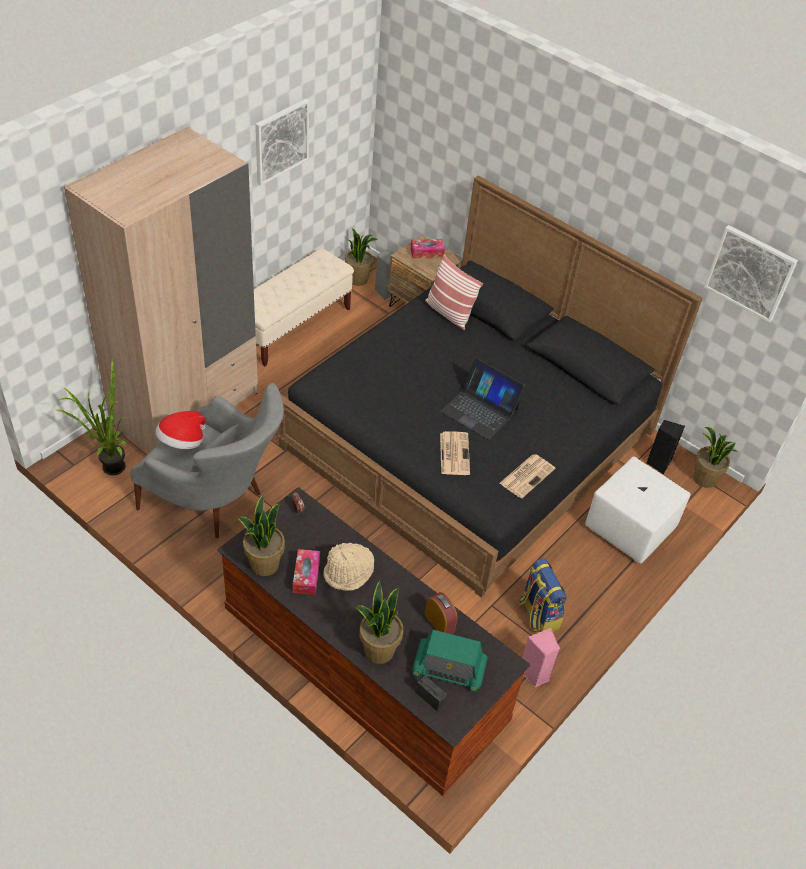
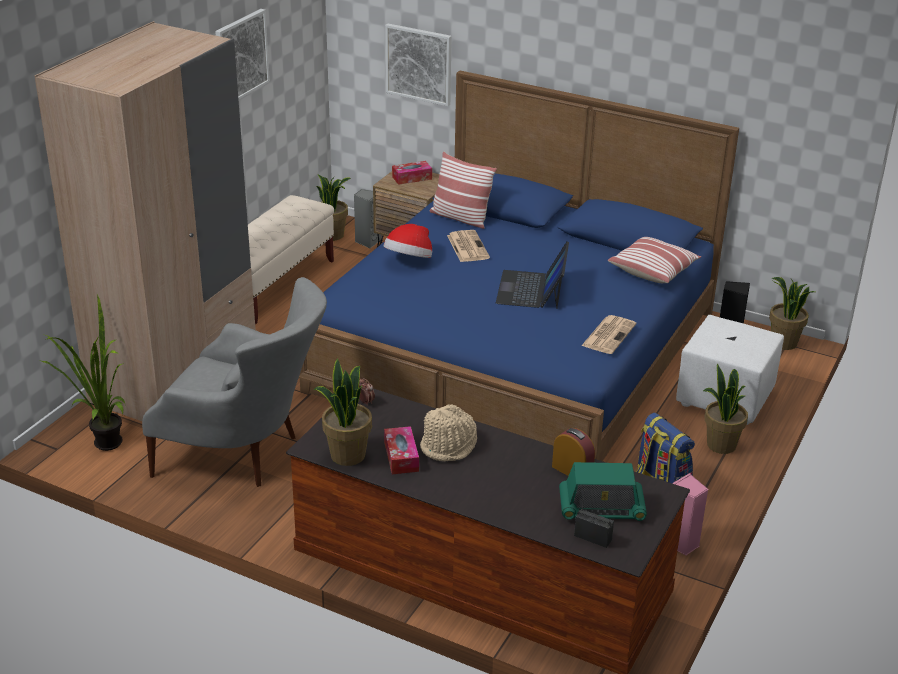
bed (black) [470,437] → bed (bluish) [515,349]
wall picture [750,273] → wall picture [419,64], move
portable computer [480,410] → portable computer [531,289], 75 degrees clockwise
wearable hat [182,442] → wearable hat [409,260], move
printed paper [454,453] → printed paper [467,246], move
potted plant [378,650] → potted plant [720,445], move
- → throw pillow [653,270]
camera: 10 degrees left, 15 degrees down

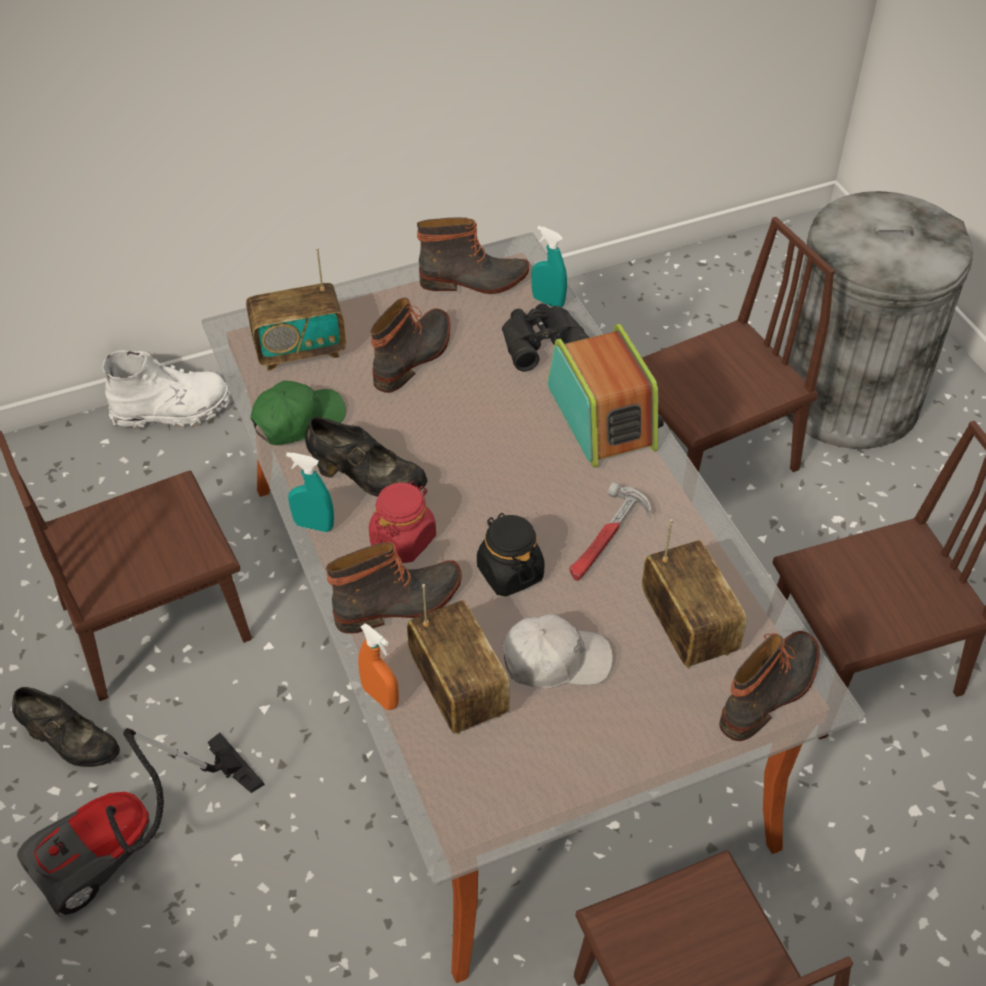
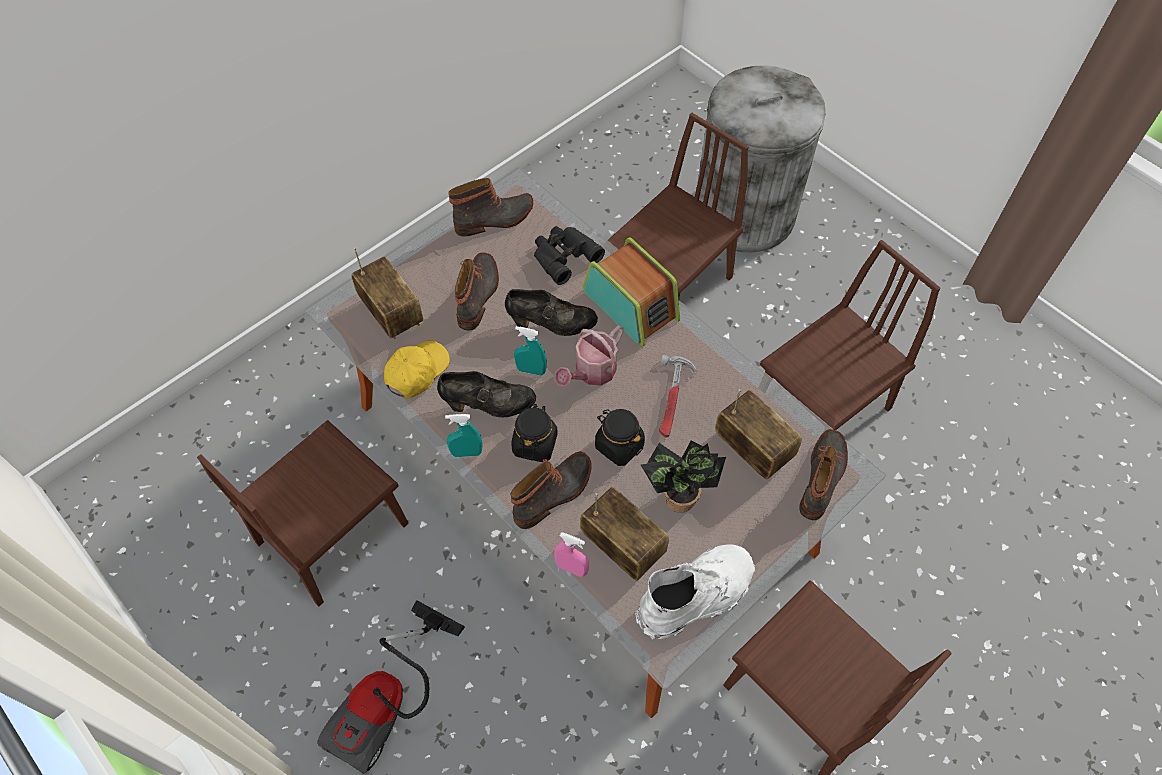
sprayer (turquoise) [548,301] → sprayer (turquoise) [531,370], move
radio set [300,350] → radio set [391,314], 90 degrees counterclockwise
boot (white-coloured) [172,411] → boot (white-coloured) [696,596], move
cap (green) [298,420] → cap (yellow-coloured) [416,372]
storage jar (reddish) [403,540] → storage jar (black) [535,444]
cap (white-coloured) [555,660] → potted plant [676,501]
sprayer (orange) [380,697] → sprayer (pink) [571,568]
shoe (black) [71,743] → shoe (black) [551,324], move
- → watering can [591,372]
camera: 20 degrees left, 10 degrees up

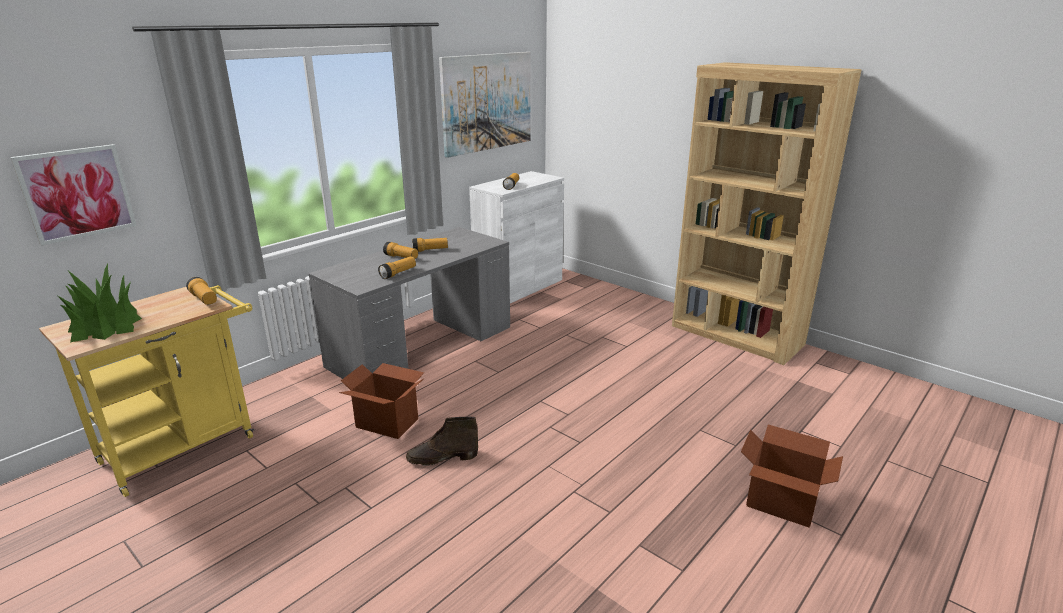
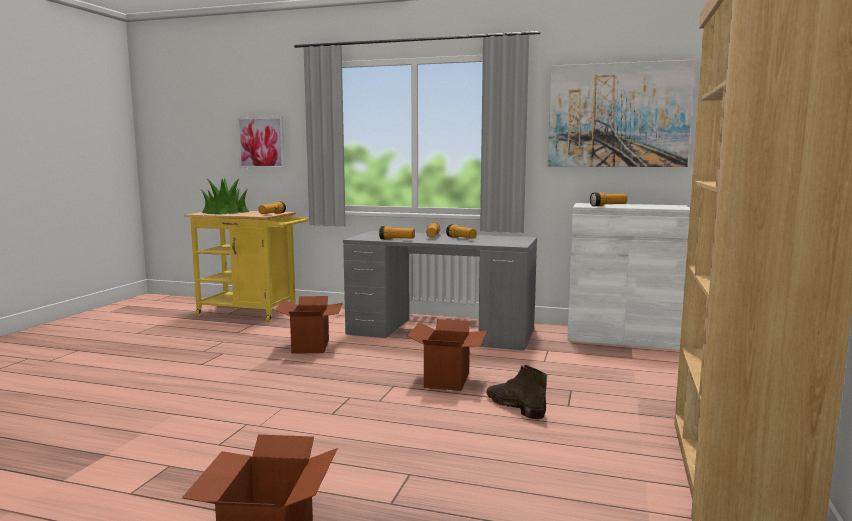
boot (brownish) [441,457] → boot (brownish) [514,406], move
- → carton [448,380]
camera: 65 degrees right, 15 degrees down

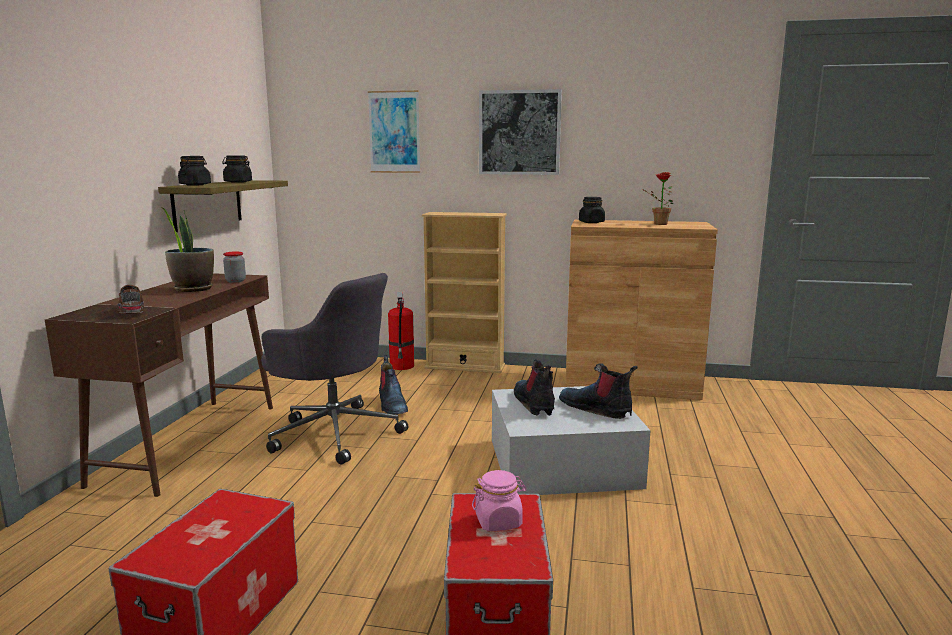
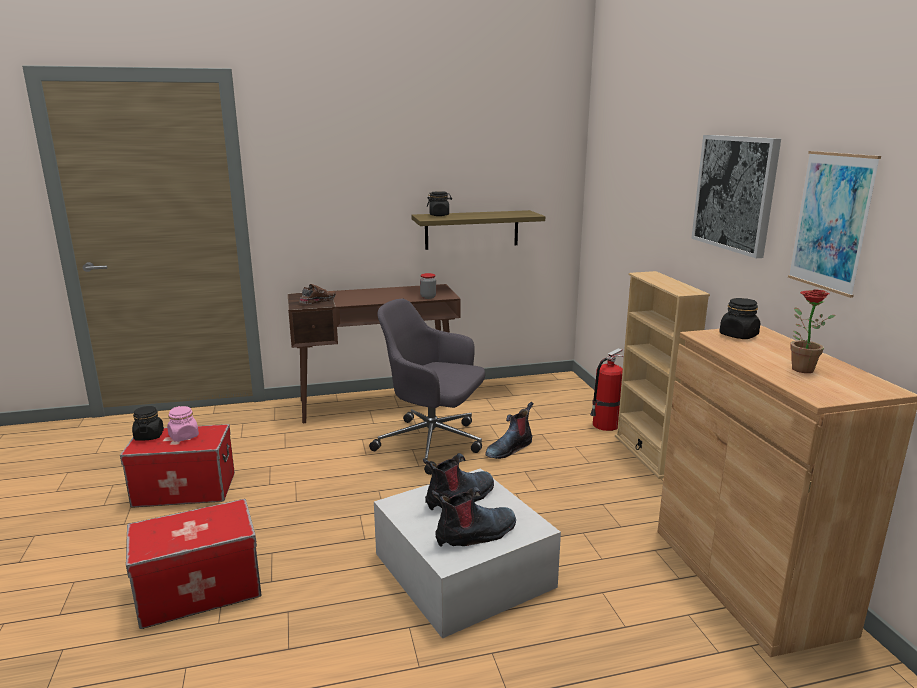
wall picture [394,132] → wall picture [831,222], move
storage jar (black) [237,182] → storage jar (black) [149,436], move
potted plant [193,289] → -
computer chair (gray) [334,433] → computer chair (gray) [433,443], 105 degrees clockwise
boot [596,409] → boot [475,534], 45 degrees clockwise
storage jar (pink) [498,521] → storage jar (pink) [184,436], move
camera: 65 degrees right, 5 degrees up

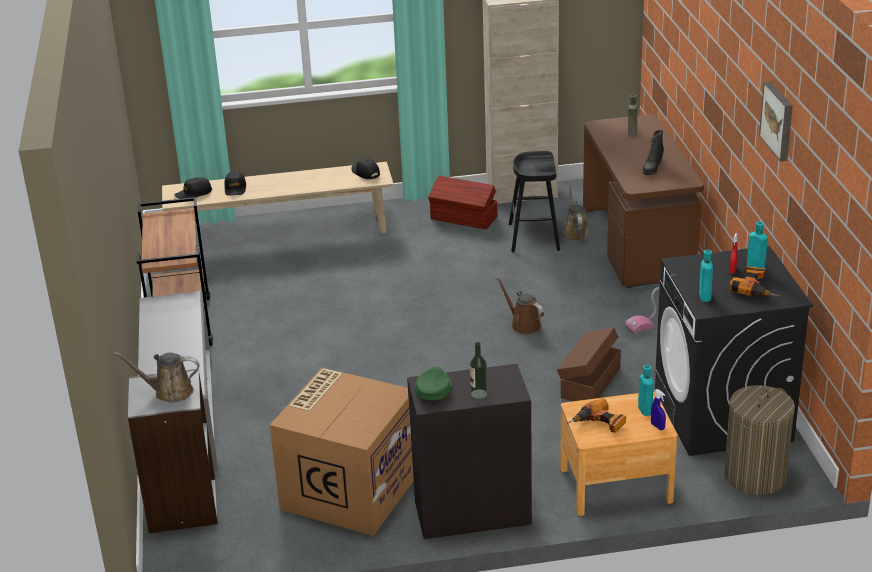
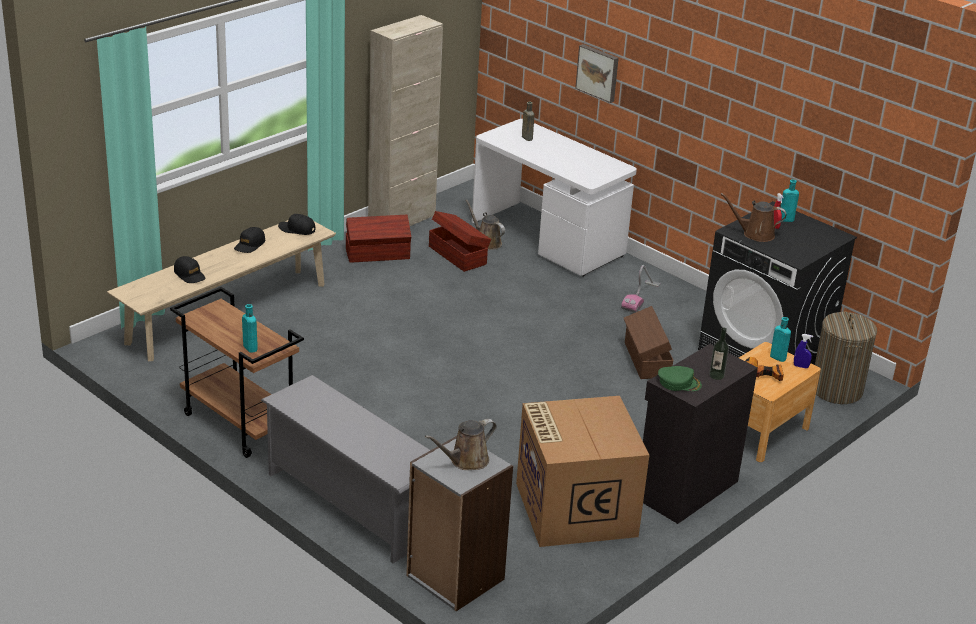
wall picture [779,120] → wall picture [598,72], move
desk table (brownish) [638,245] → desk table (white-coloured) [548,239]
boot (black) [652,168] → -
sitting stool (black) [534,237] → storage container (brownish) [458,255]
cap (black) [193,193] → cap (black) [249,245], move
bottle (turquoise) [704,296] → bottle (turquoise) [249,347], move
electric drill [755,288] → -
watering can (brownish) [523,324] → watering can (brownish) [755,234], move
cap (green) [433,388] → cap (green) [679,383], 120 degrees clockwise
camera: 40 degrees left, 0 degrees up

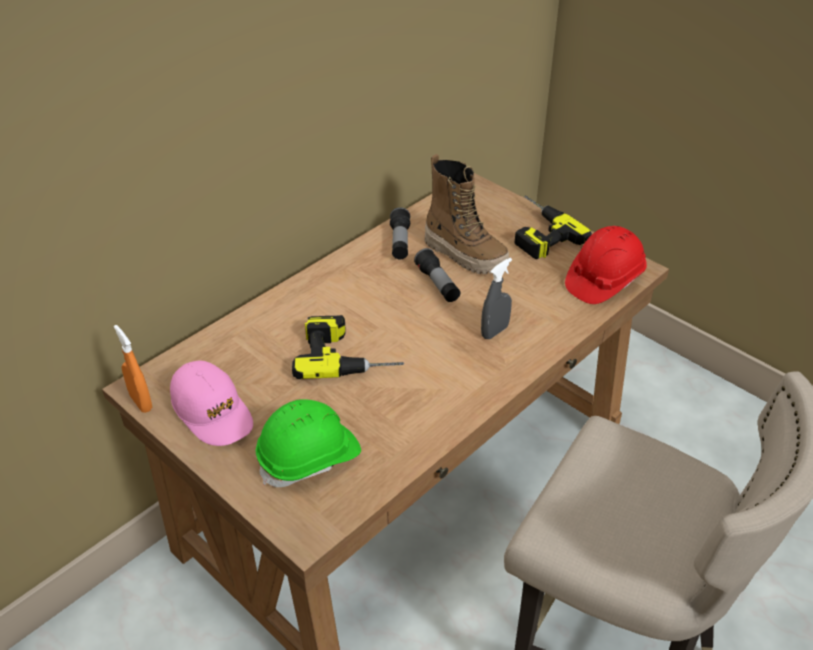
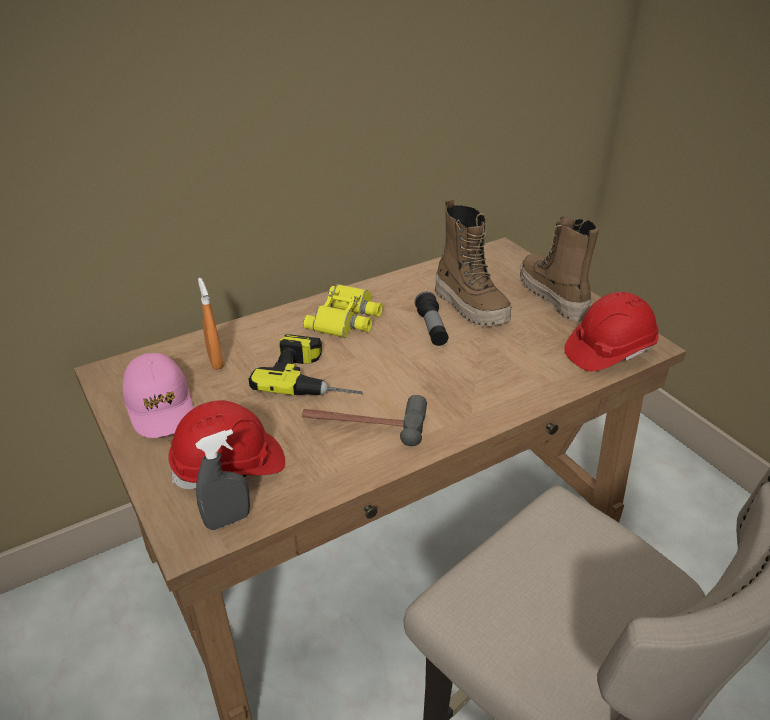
electric drill [536,231] → boot [552,297]
hand torch [400,242] → -
sprayer (gray) [494,331] → sprayer (gray) [228,520], move
sprayer (orange) [141,402] → sprayer (orange) [215,361], move
safety helmet (green) [309,458] → safety helmet (reddish) [229,467]
- → pair of binoculars (yellow-coloured) [347,318]
- → hammer [364,424]
camera: 15 degrees right, 5 degrees down

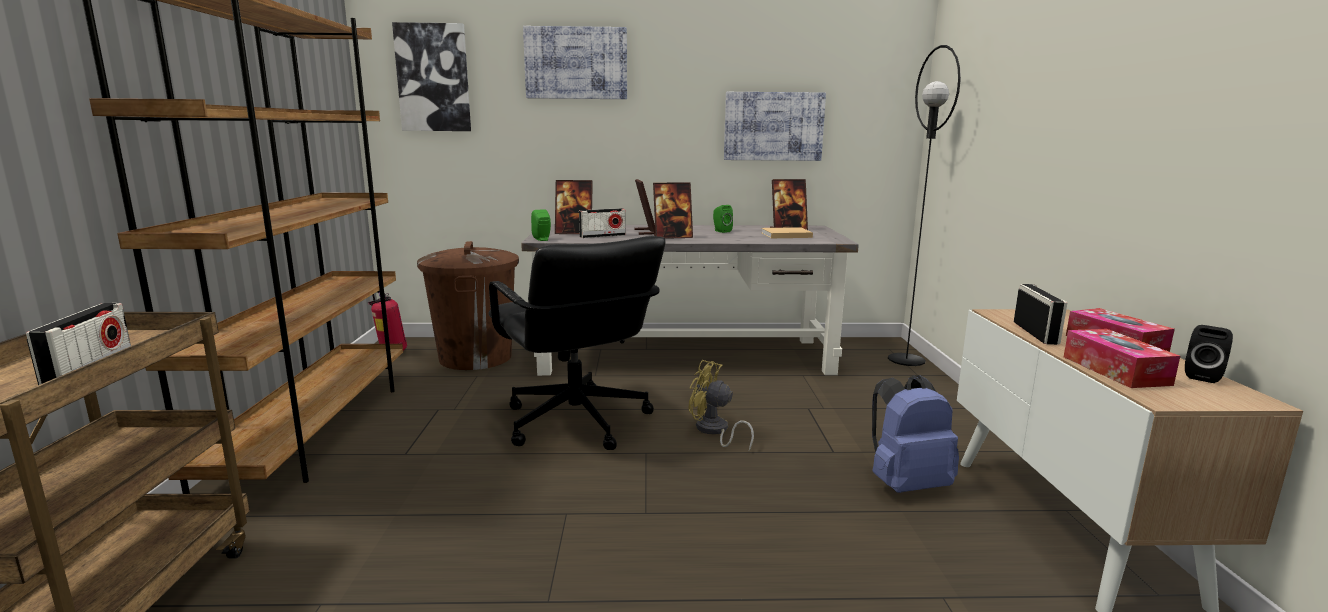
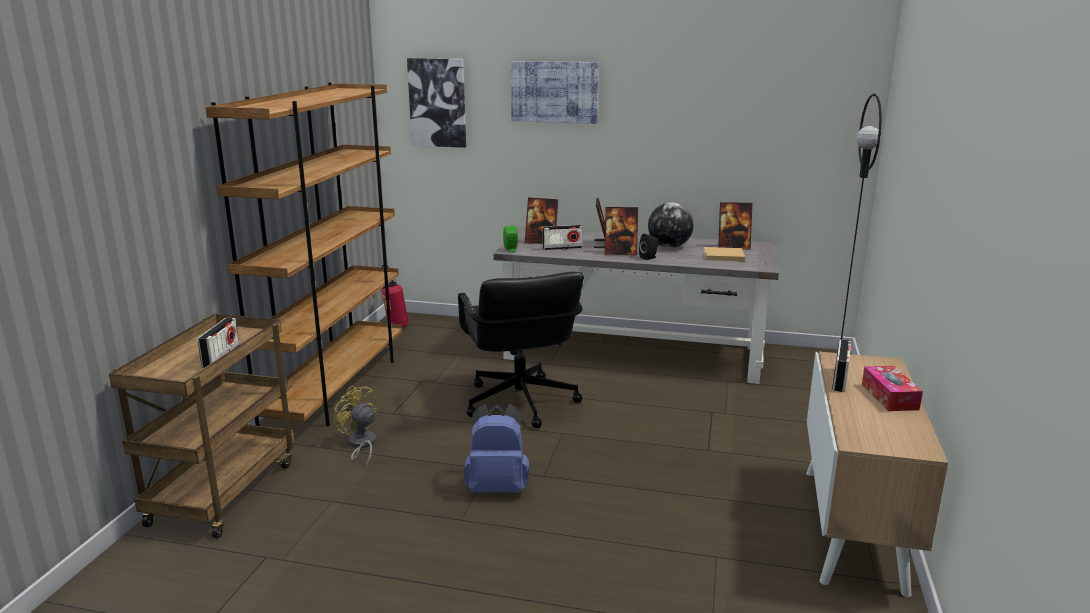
wall picture [773,126] → -
loudspeaker (green) [721,231] → world globe [669,247]
trash can (brownish) [476,357] → -
loudspeaker (black) [1203,376] → loudspeaker (black) [649,257], move
tissue box [1115,370] → -
cooling fan (yellow-coloured) [714,431] → cooling fan (yellow-coloured) [361,445], move
backpack (bluish) [906,484] → backpack (bluish) [498,487], move
camera: 15 degrees right, 5 degrees up

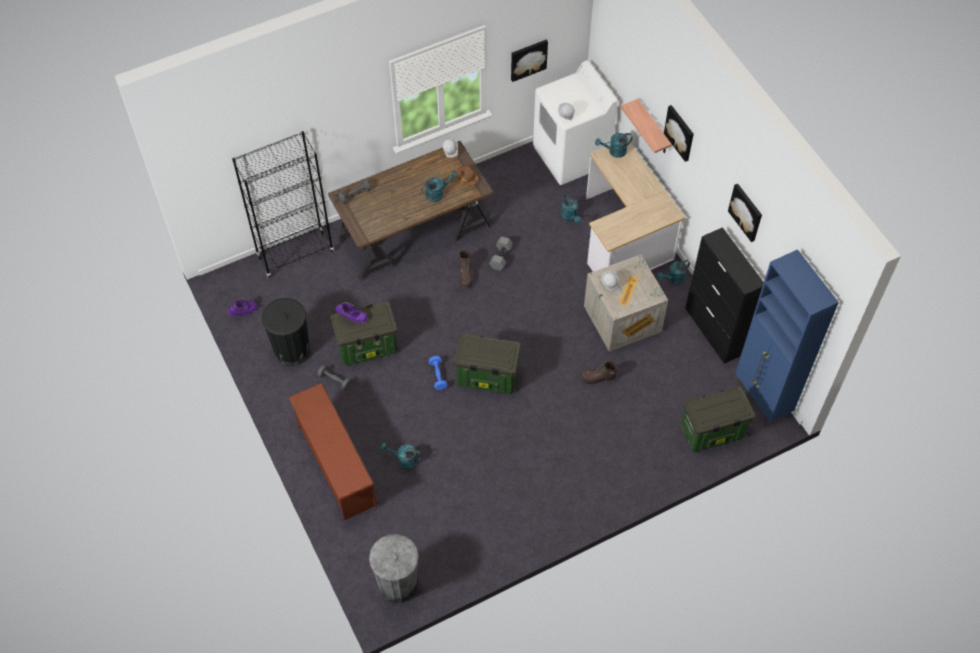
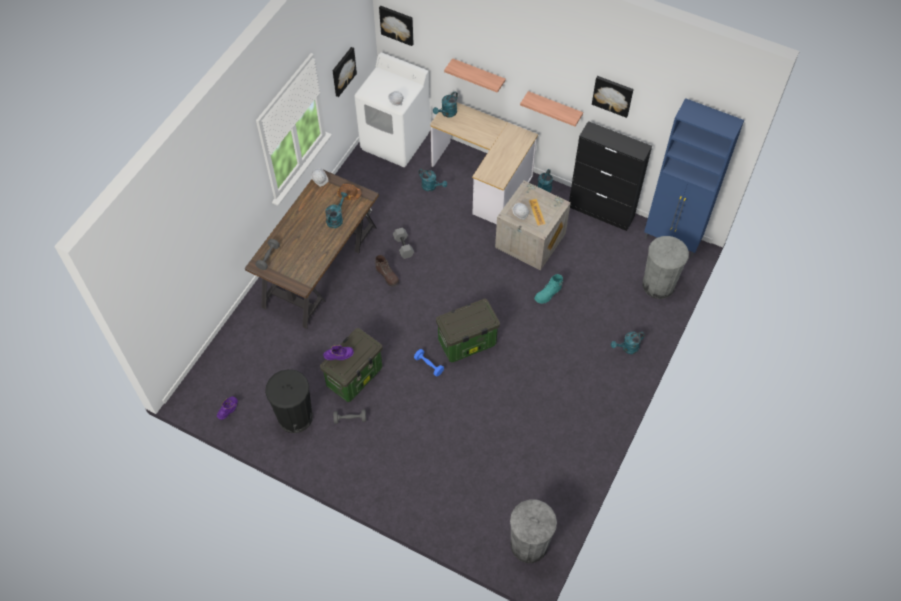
wall picture [680,132] → wall picture [397,24], move
bookshelf (black) [295,254] → -
boot (brownish) [597,378] → boot (turquoise) [548,294]
shoe rack (brownish) [335,465] → -
storage container [711,432] → trash can (gray) [658,285]
watering can (turquoise) [403,460] → watering can (turquoise) [627,348], move
- → wall shelf [554,108]
camera: 35 degrees left, 0 degrees up

